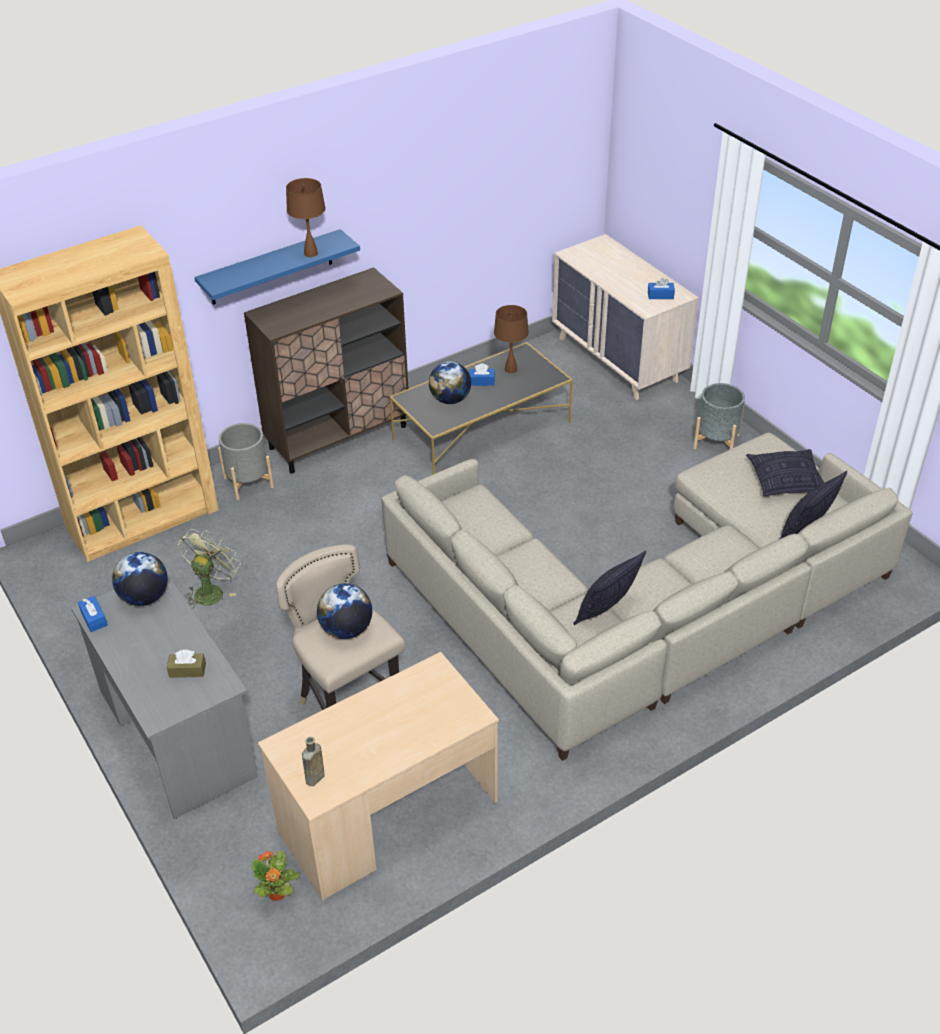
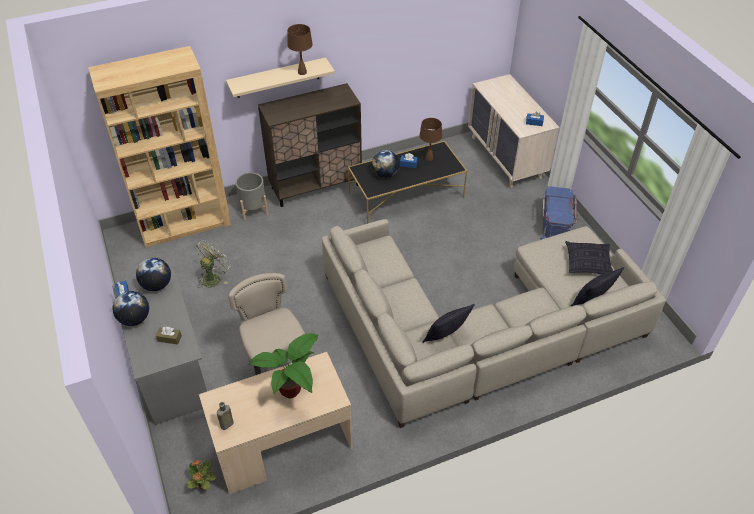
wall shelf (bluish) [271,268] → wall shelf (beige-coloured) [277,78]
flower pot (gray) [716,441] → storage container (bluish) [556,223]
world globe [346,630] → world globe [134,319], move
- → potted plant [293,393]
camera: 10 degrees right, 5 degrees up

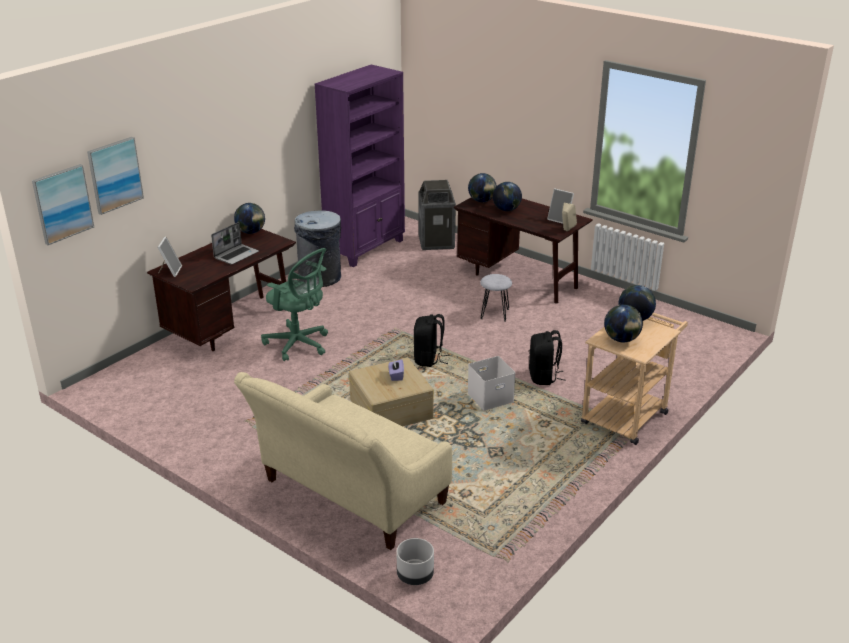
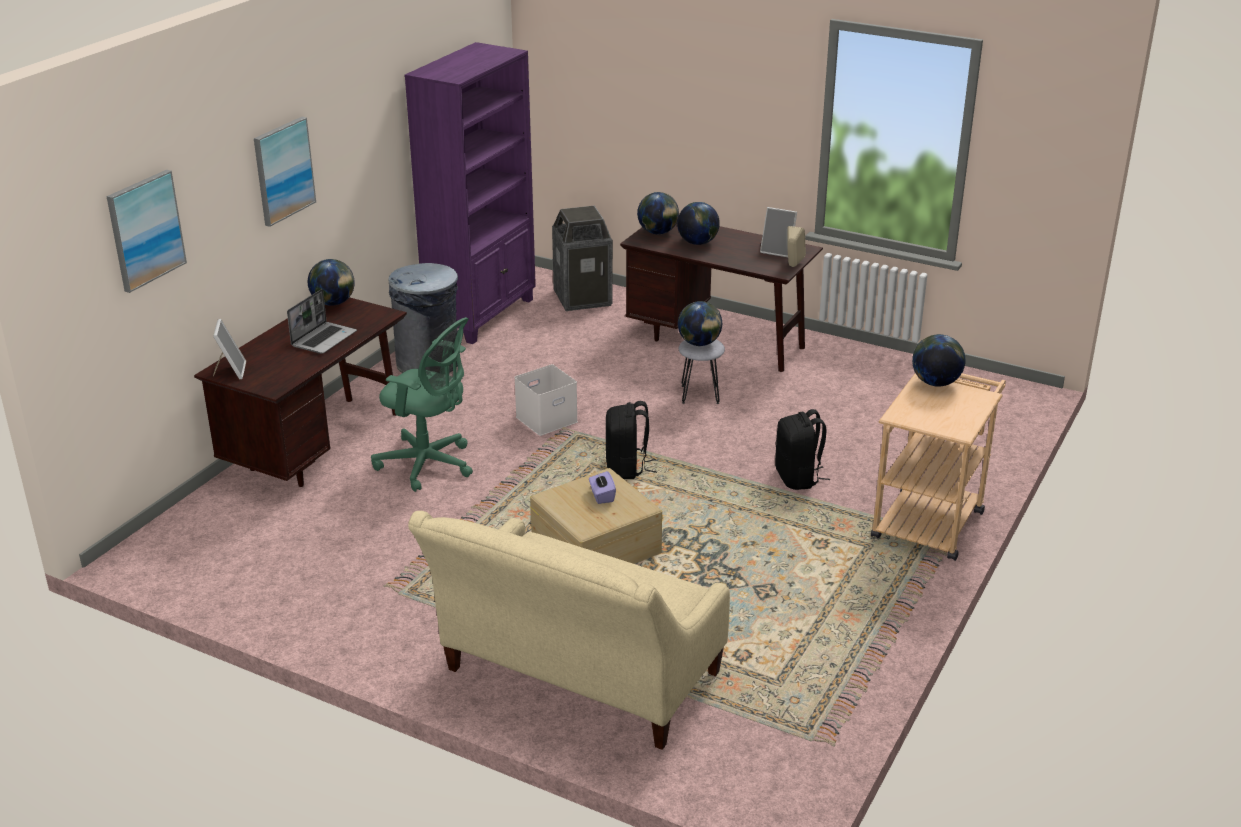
wall picture [62,204] → wall picture [283,170], move
world globe [621,340] → world globe [699,344], move
storage container (white-coloured) [490,398] → storage container (white-coloured) [546,420], move
flower pot (gray) [415,576] → -
camera: 10 degrees left, 0 degrees up

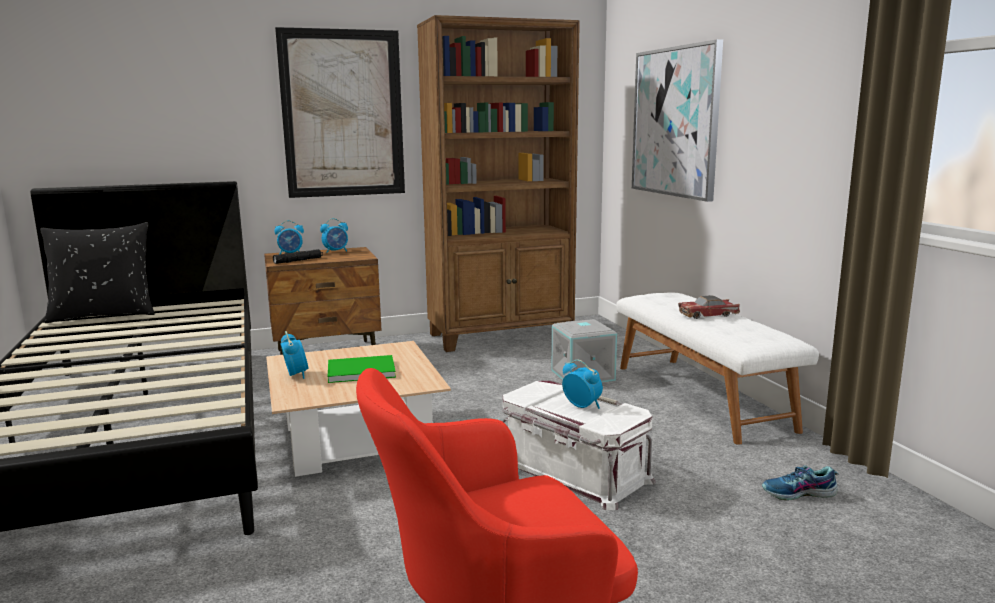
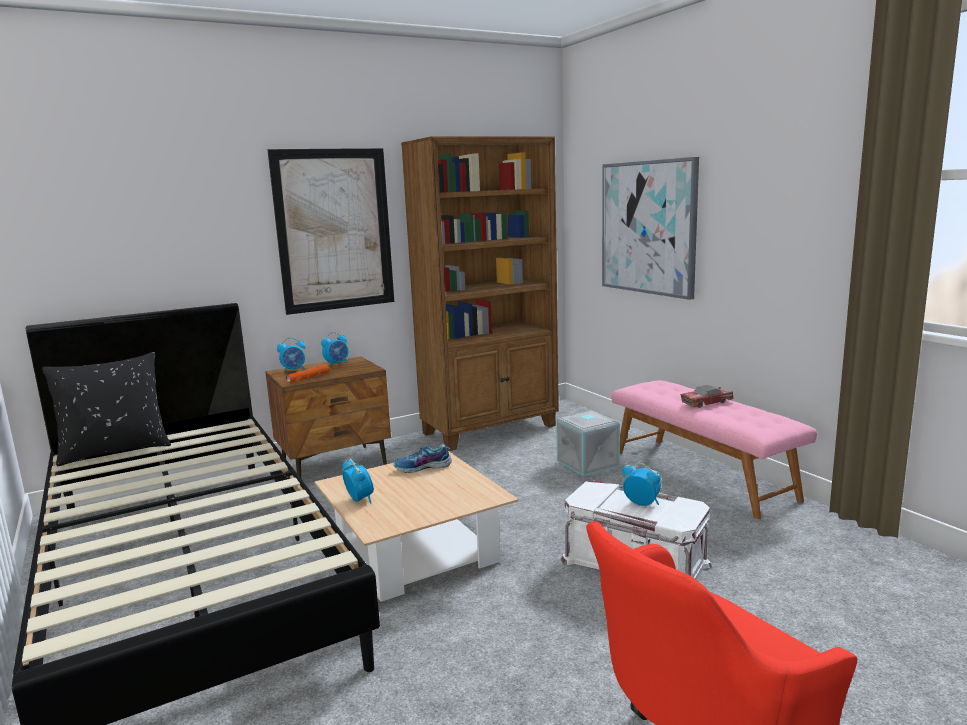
hand torch (black) [298,260] → hand torch (orange) [308,378]
bench (white-coloured) [702,396] → bench (pink) [702,474]
volume (green) [359,371] → -
shoe [799,493] → shoe [423,467], move
camera: 10 degrees left, 0 degrees up

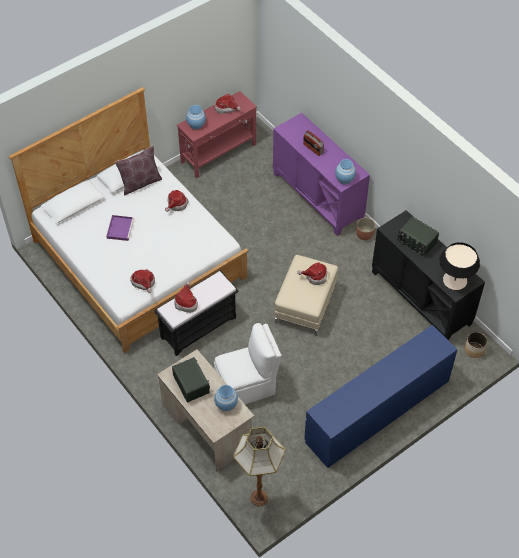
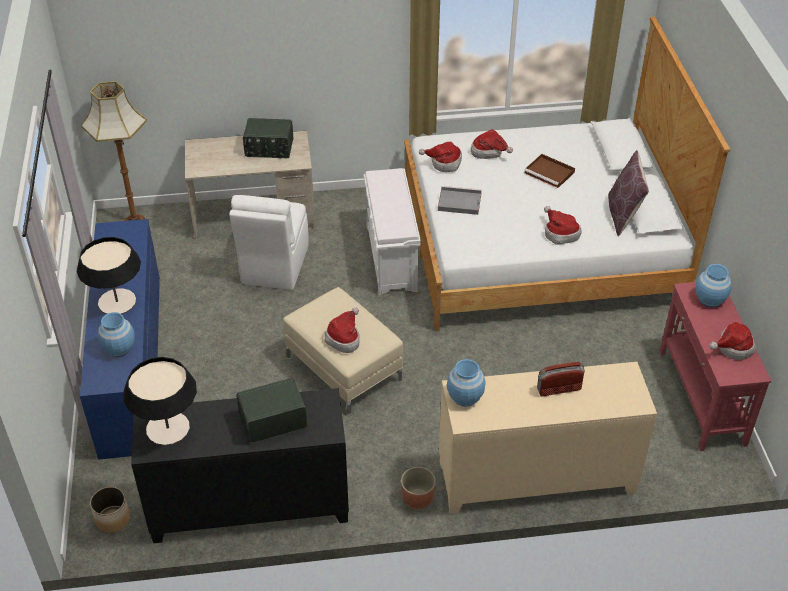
cupboard (purple-coloured) [318,196] → cupboard (beige-coloured) [536,478]
carrying tray (purple-coloured) [120,228] → carrying tray (brownish) [550,173]
bench (black) [199,327] → bench (white-coloured) [392,258]
wearable hat [186,302] → wearable hat [489,152], move
decorative vase (bluish) [226,404] → decorative vase (bluish) [119,348], move
- → carrying tray (gray) [458,202]
- → tabletop lamp [117,302]
camera: 120 degrees right, 10 degrees down

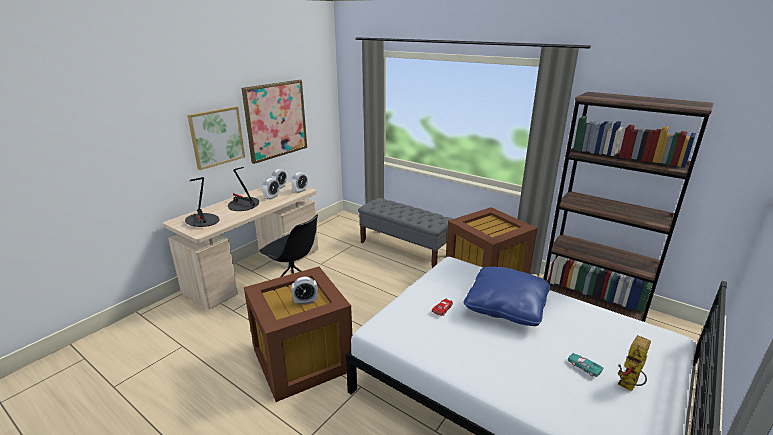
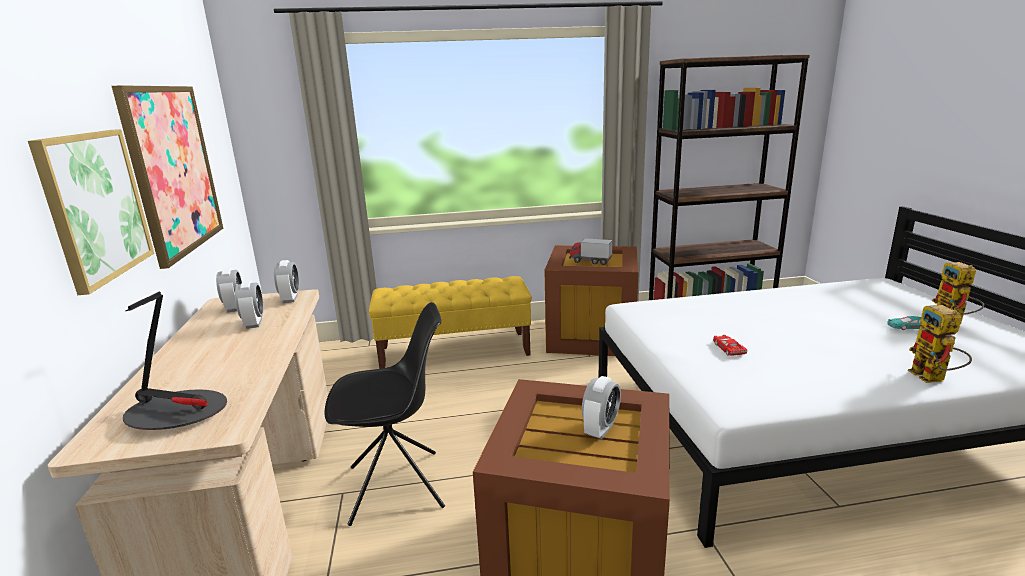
tabletop lamp [243,205] → -
bench (gray) [405,248] → bench (yellow-coloured) [455,351]
throw pillow (bluish) [506,306] → -
- → toy lorry [590,261]
- → robot figure [933,379]
camera: 45 degrees left, 5 degrees down

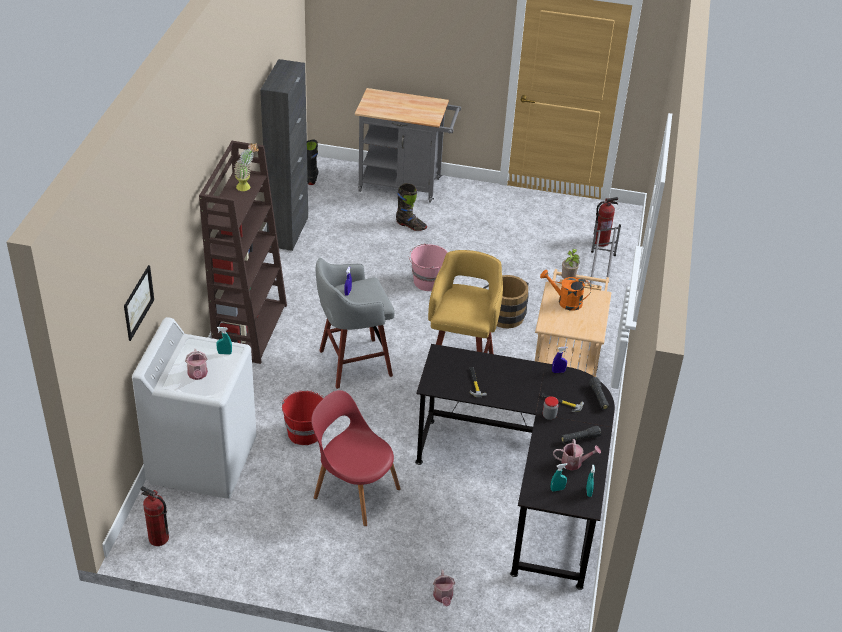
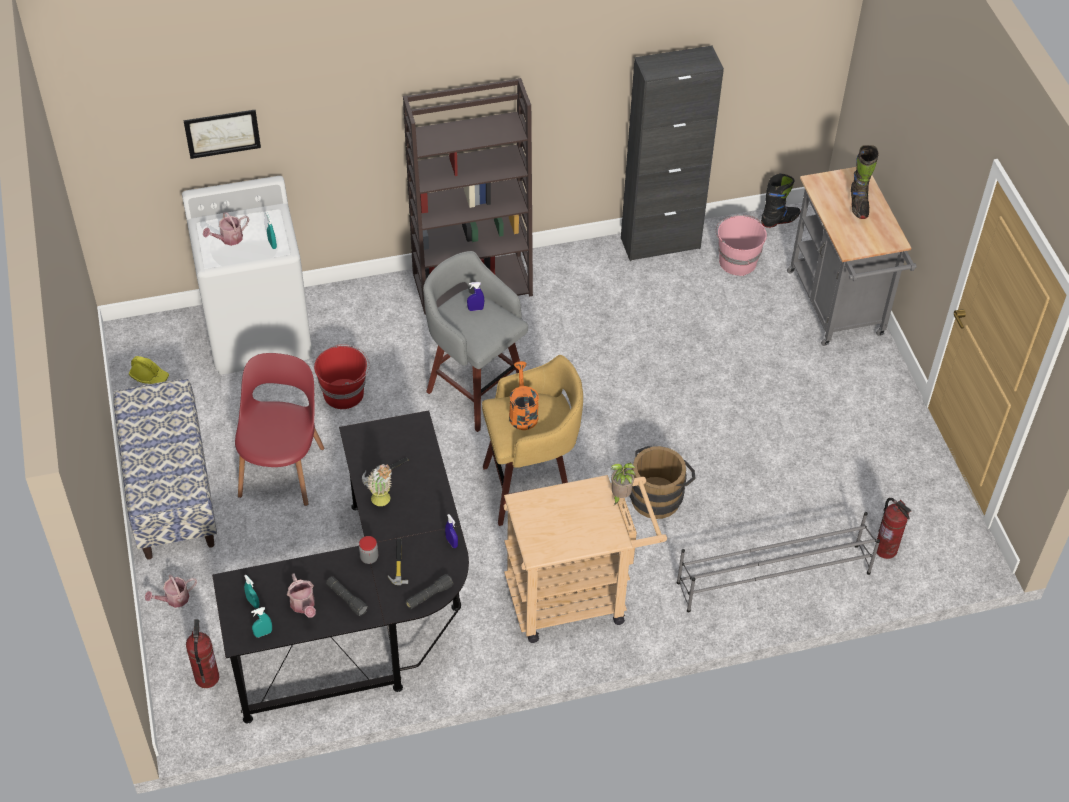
potted plant [247,187] → potted plant [383,502], move
boot (black) [411,226] → boot (black) [858,204], move
bucket (pink) [427,282] → bucket (pink) [737,261], move
watering can (orange) [565,302] → watering can (orange) [522,412], move
fire-fighting cylinder [158,539] → fire-fighting cylinder [206,677], move
- → safety helmet (yellow-coloured) [149,376]
- → bench [170,491]
camera: 65 degrees right, 10 degrees up

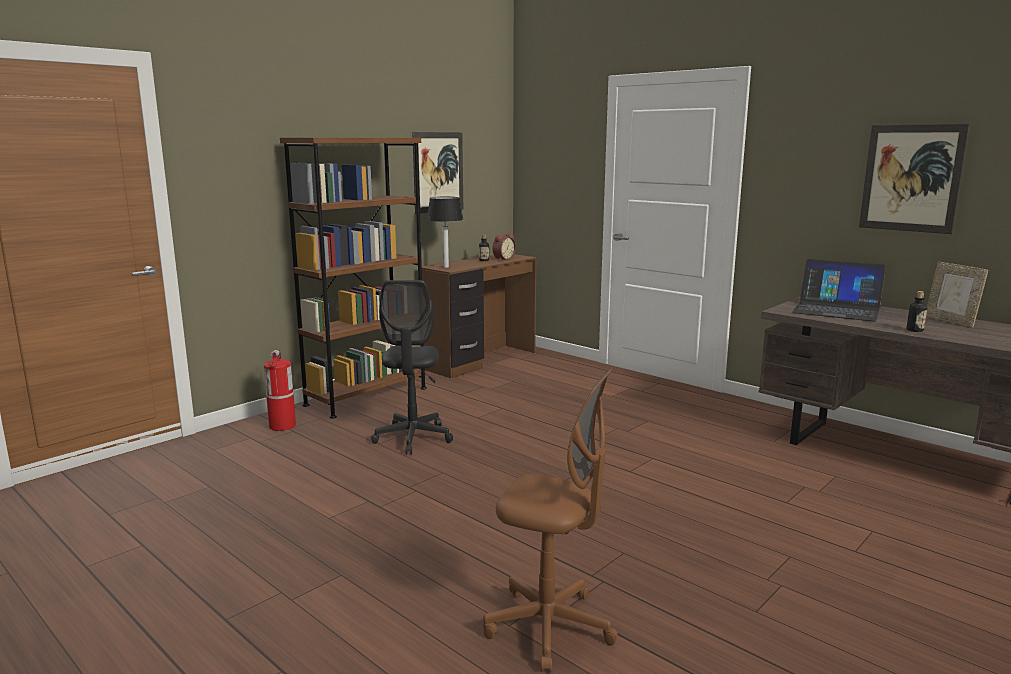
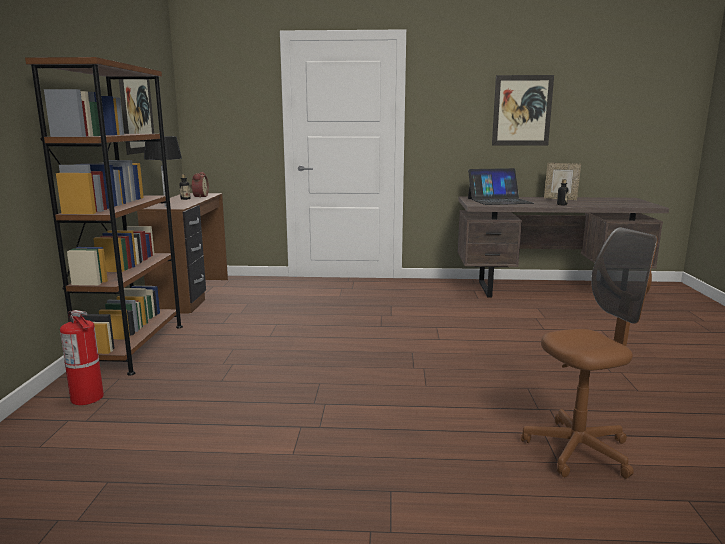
computer chair (black) [413,438] → -
camera: 40 degrees left, 0 degrees up

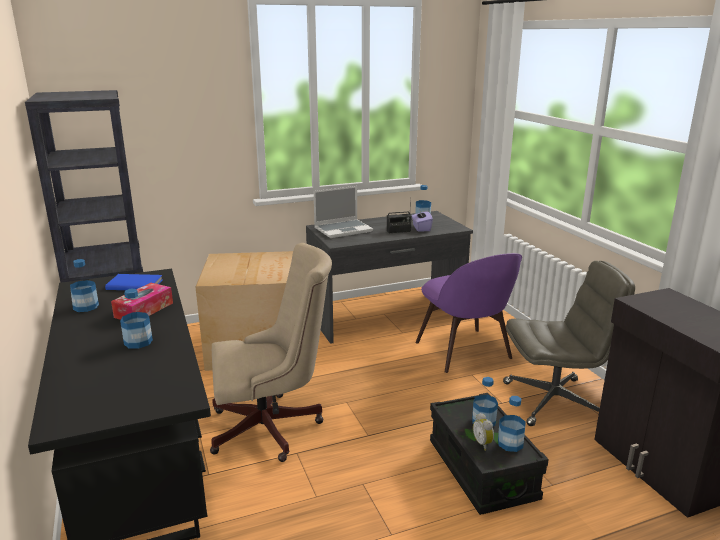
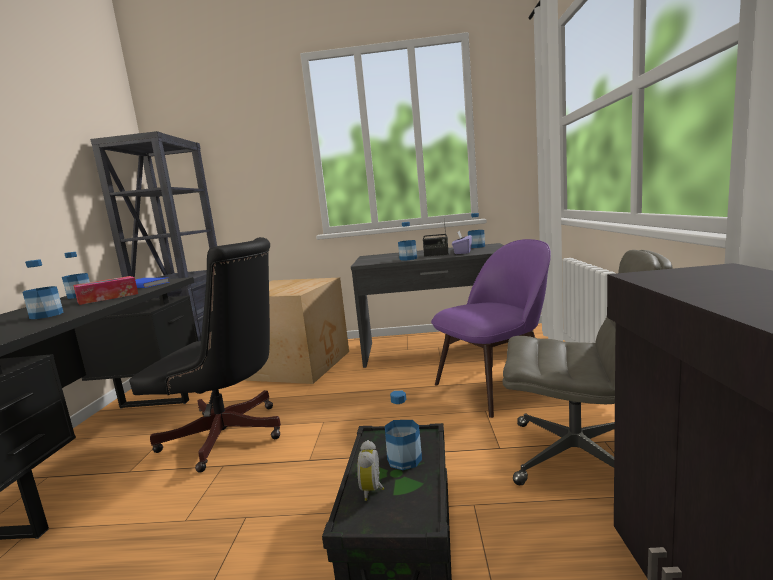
portable computer [343,229] → -
computer chair (beige-coloured) [272,428] → computer chair (black) [231,436]
plain chair (purple-coloured) [465,352] → plain chair (purple-coloured) [495,387], 120 degrees counterclockwise
bottle [510,443] → bottle [408,259], move
camera: 25 degrees right, 10 degrees down

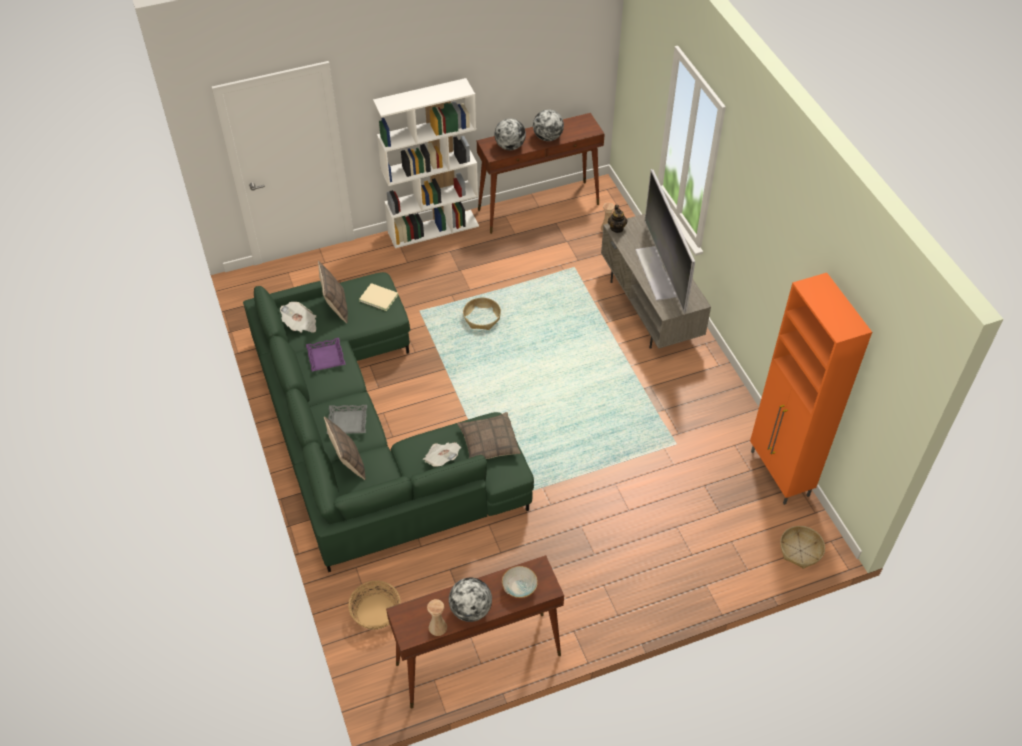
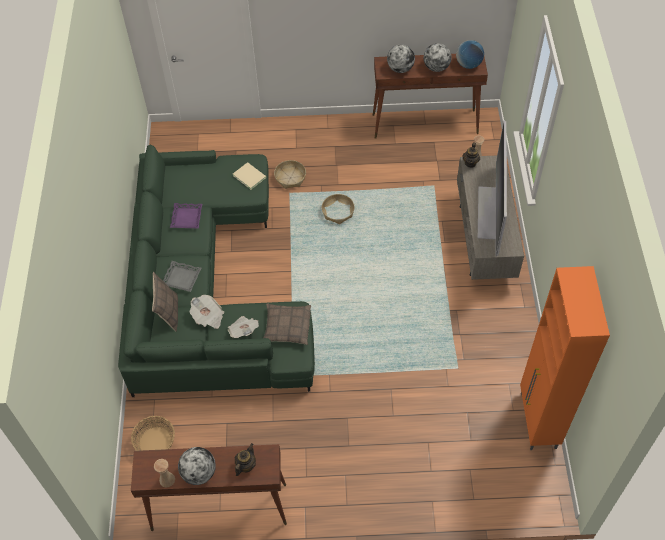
bookshelf (white-coloured) [433,228] → -
throw pillow [336,307] → -
printed paper [300,324] → printed paper [208,317], move
household basket [800,551] → household basket [290,178], move
deep dish [519,587] → pot for tea [245,465]
- → world globe [468,64]
camera: 20 degrees right, 5 degrees up

